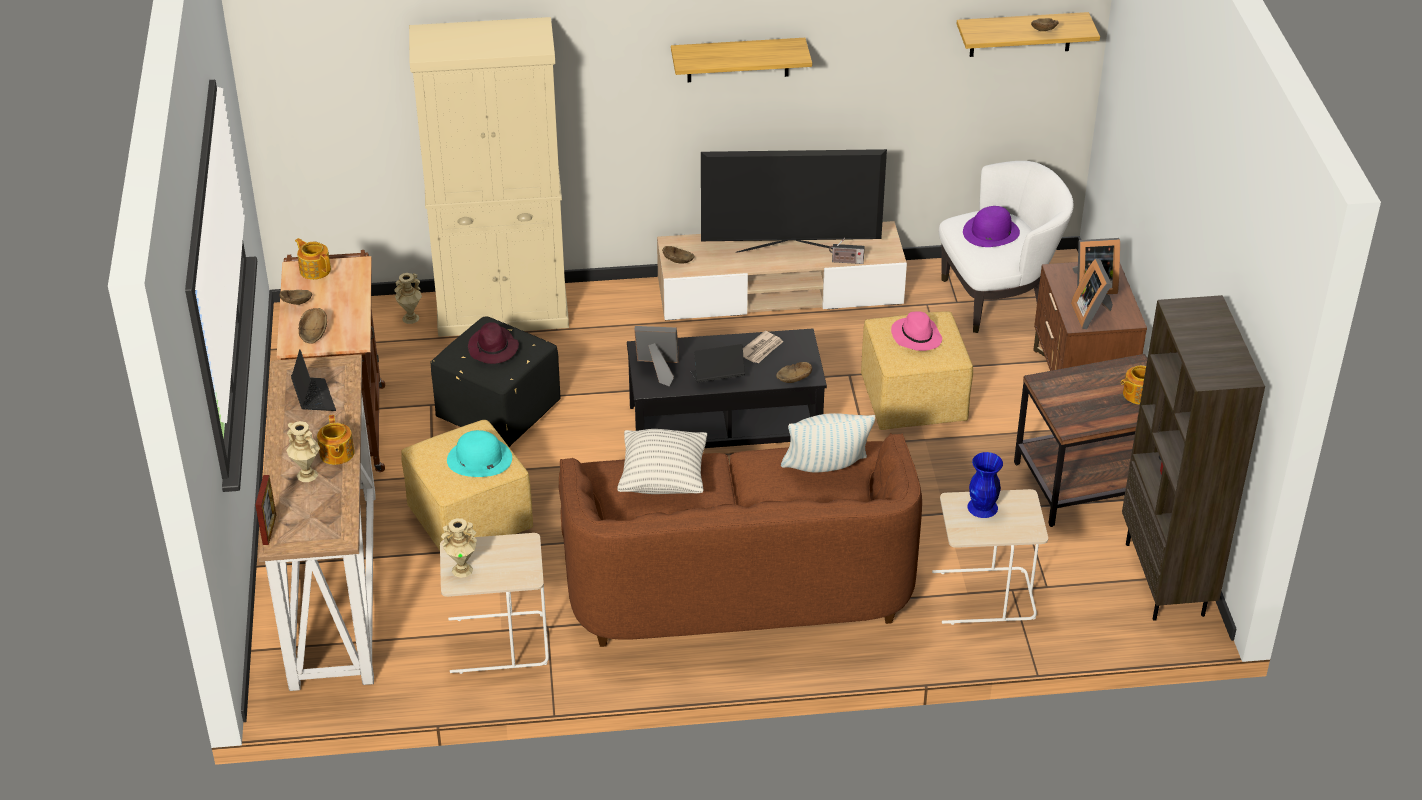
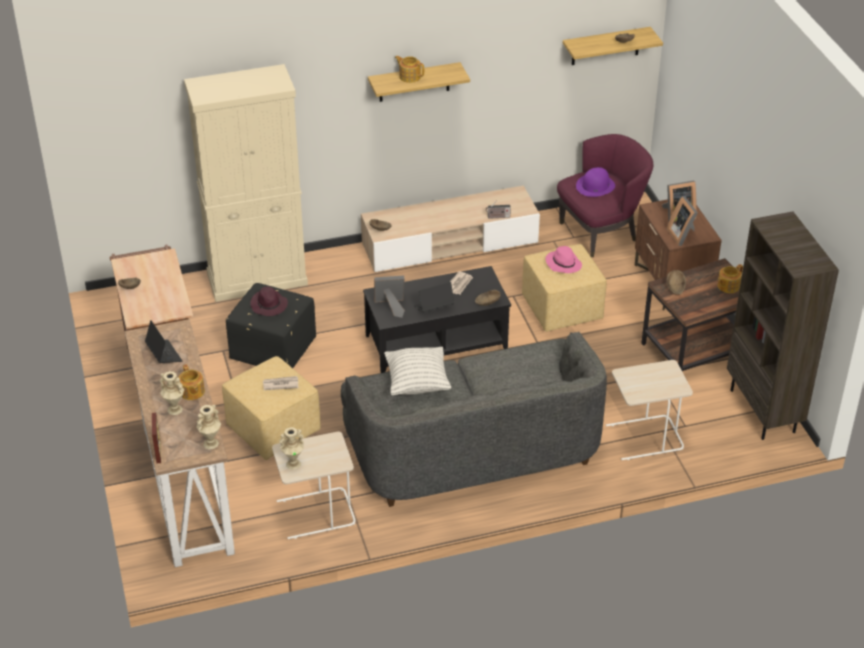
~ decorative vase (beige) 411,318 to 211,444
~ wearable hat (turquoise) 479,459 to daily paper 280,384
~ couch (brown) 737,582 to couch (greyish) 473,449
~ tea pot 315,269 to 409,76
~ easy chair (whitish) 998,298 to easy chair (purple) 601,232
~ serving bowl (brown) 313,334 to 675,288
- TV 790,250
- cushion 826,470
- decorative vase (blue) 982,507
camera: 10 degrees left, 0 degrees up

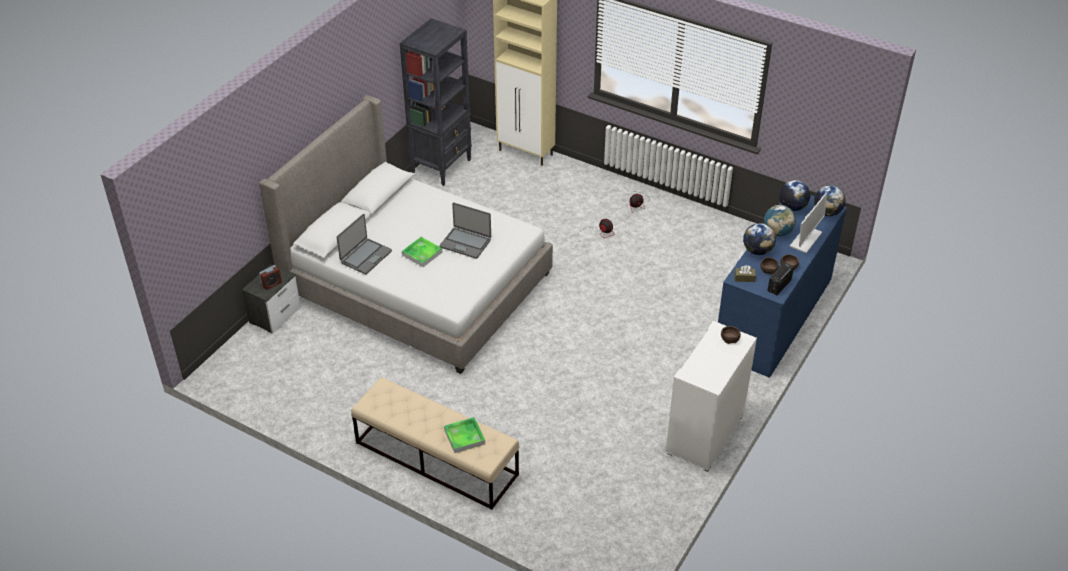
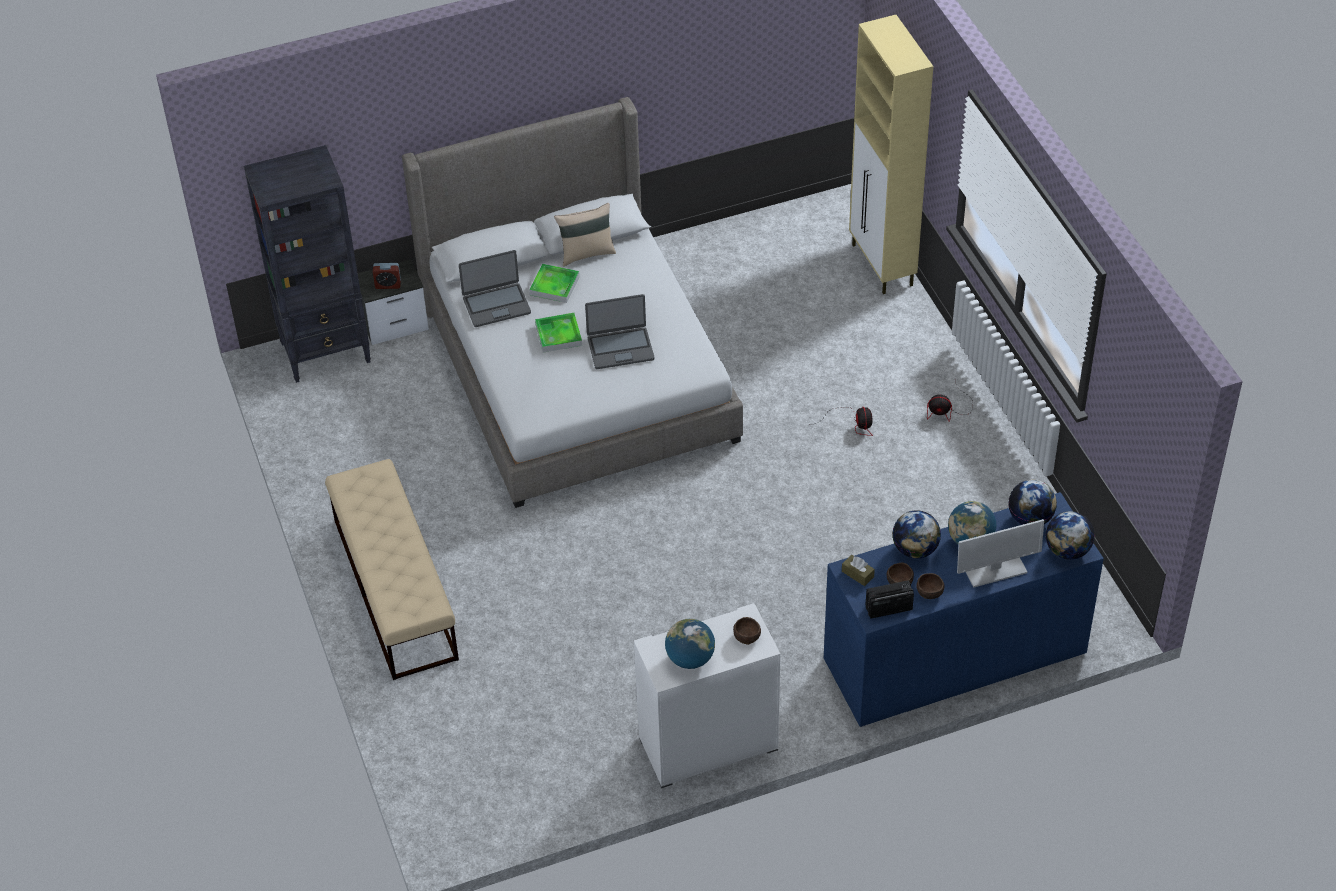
~ shelving unit (black-coloured) 442,166 to 326,352
~ tray 464,437 to 554,286
+ cushion (beige) 586,253
~ portable computer 465,243 = 620,348 75 degrees counterclockwise
+ desk globe 690,659
camera: 40 degrees right, 5 degrees up

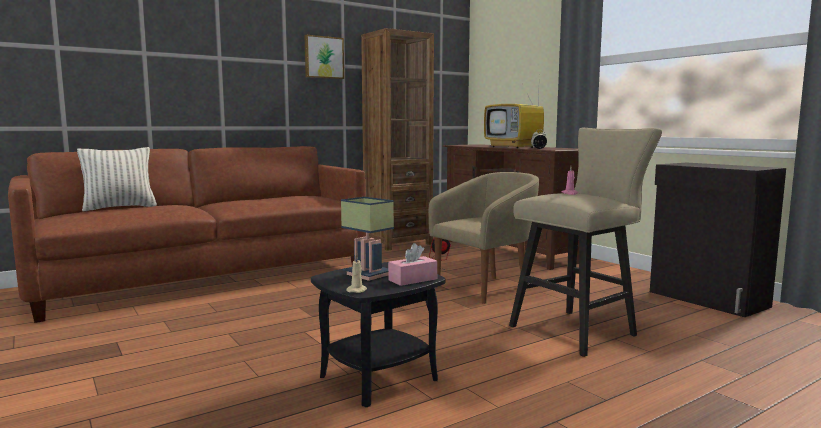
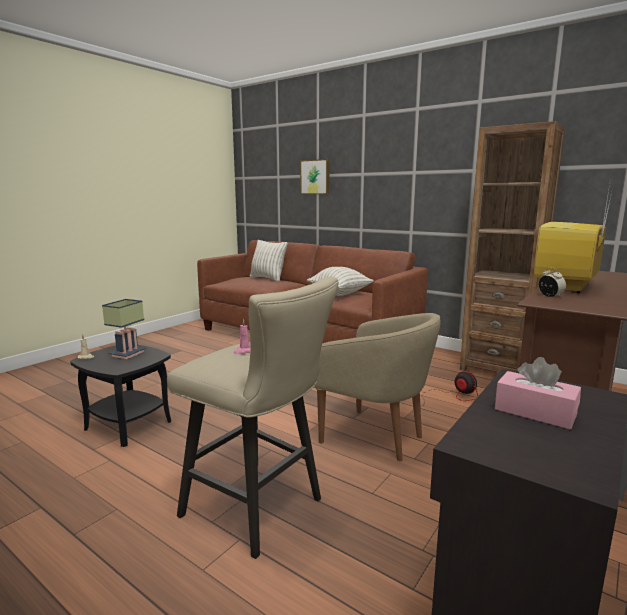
~ wall art 323,57 to 315,177
+ cushion 339,294
~ tissue box (pink) 412,279 to 535,412
camera: 70 degrees right, 5 degrees up

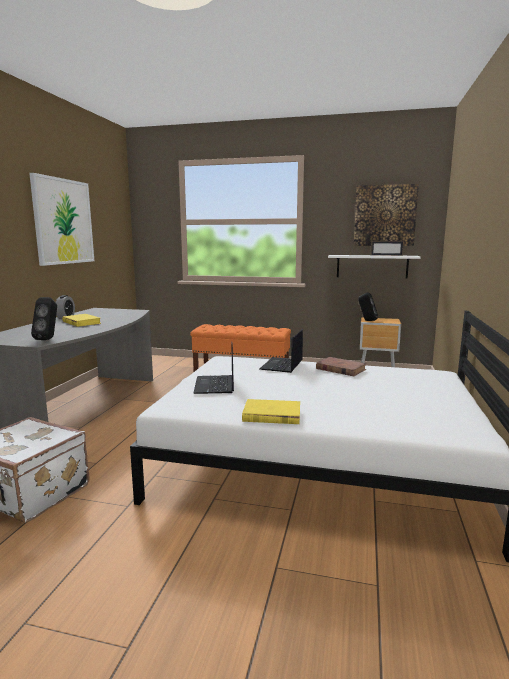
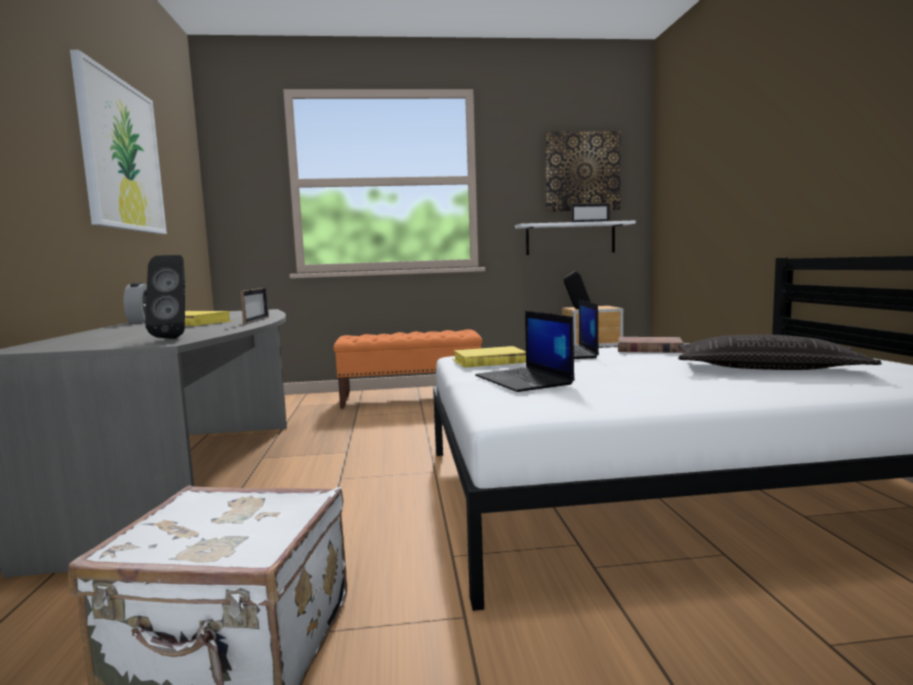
+ photo frame 256,321
~ bound book (yellow-coloured) 271,415 to 489,361
+ cushion 766,368
camera: 20 degrees left, 5 degrees down

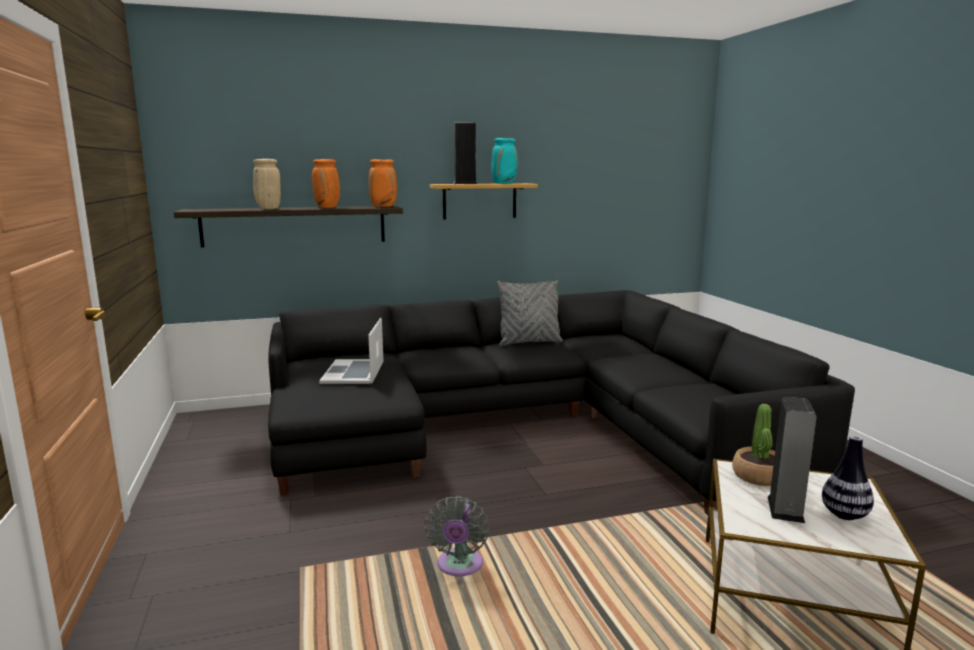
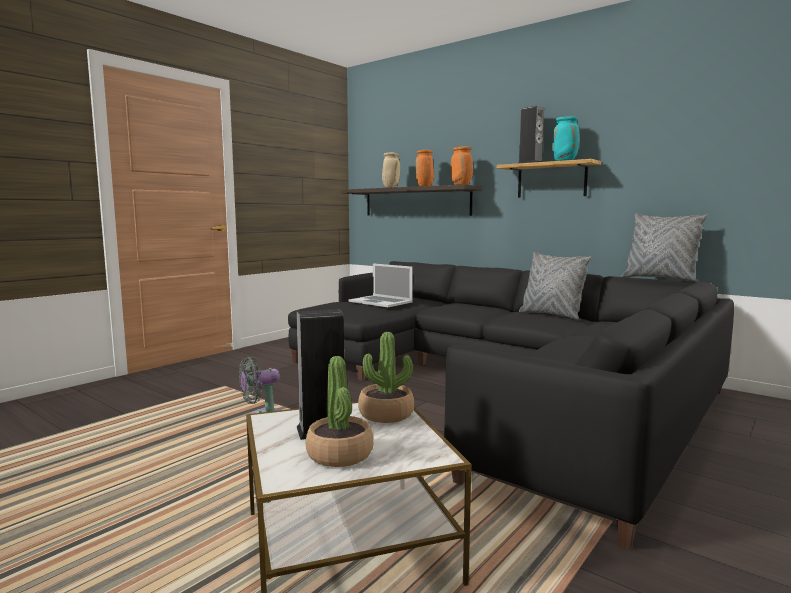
~ decorative vase 844,515 to houseplant 340,454
~ portable computer 354,372 = 380,302 105 degrees counterclockwise
+ cushion (greyish) 659,279
camera: 55 degrees right, 5 degrees down

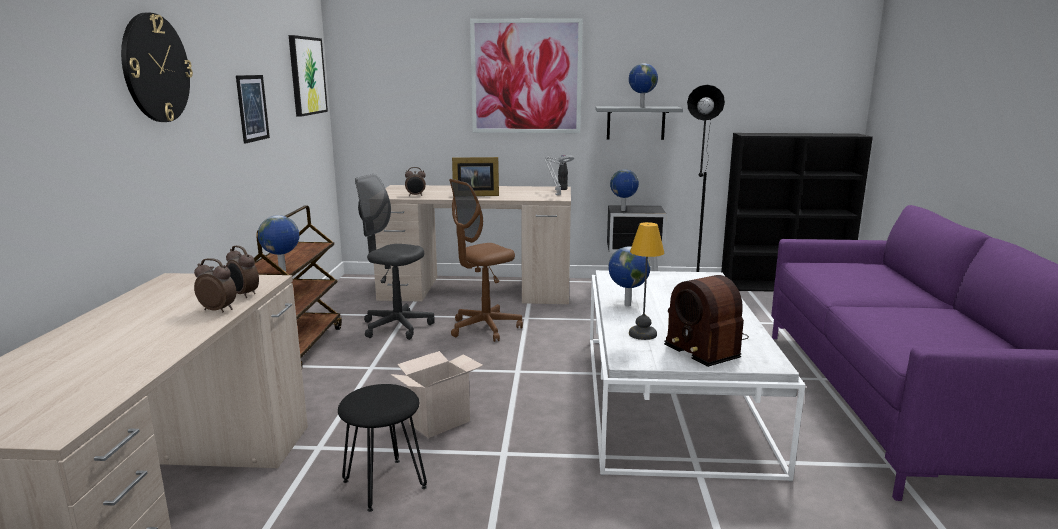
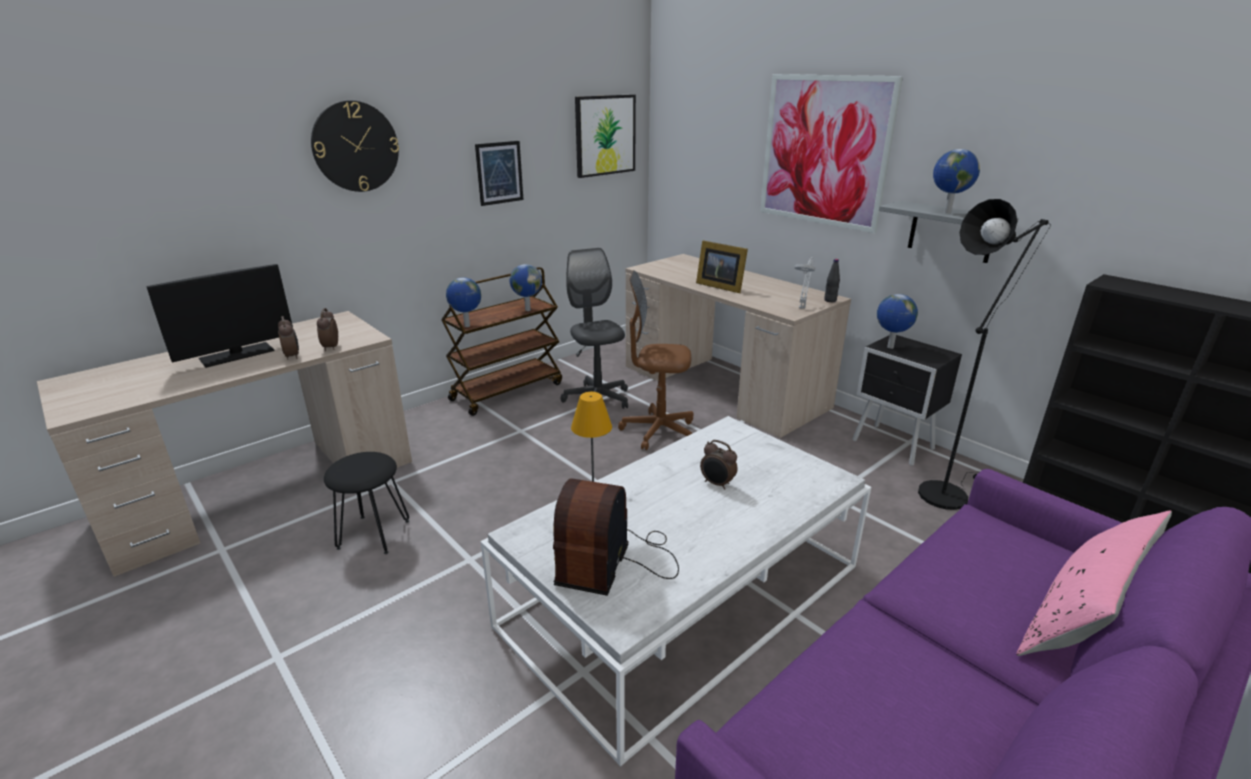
+ computer display 237,354
~ desk globe 626,305 to 527,310
~ table clock 416,195 to 717,484
+ cushion (pink) 1082,615
- carton 440,421
camera: 45 degrees right, 10 degrees up

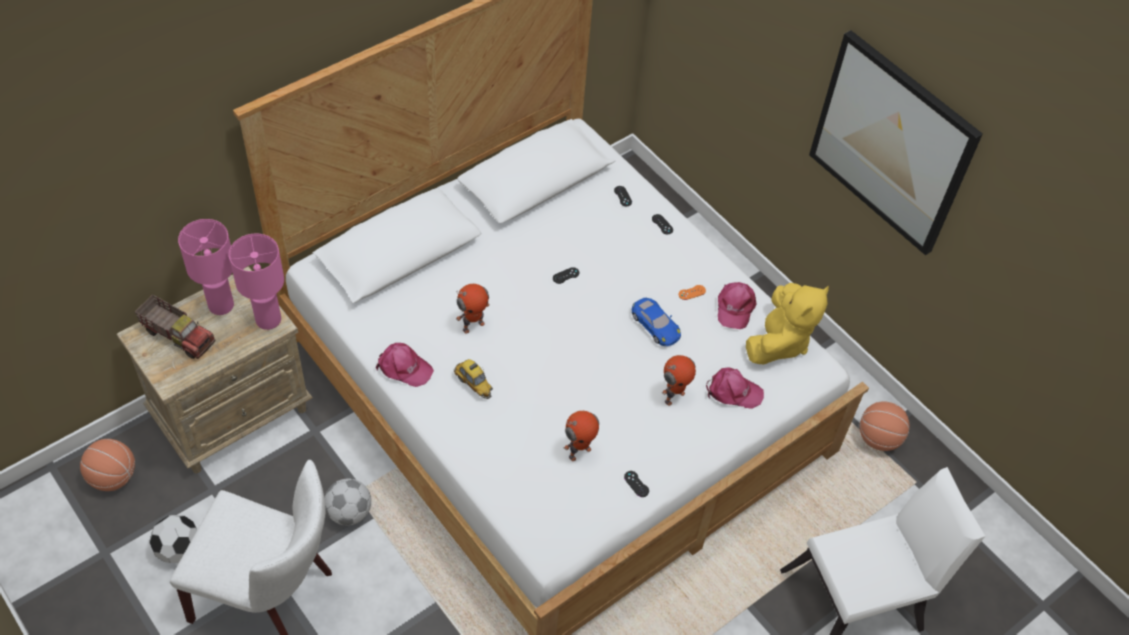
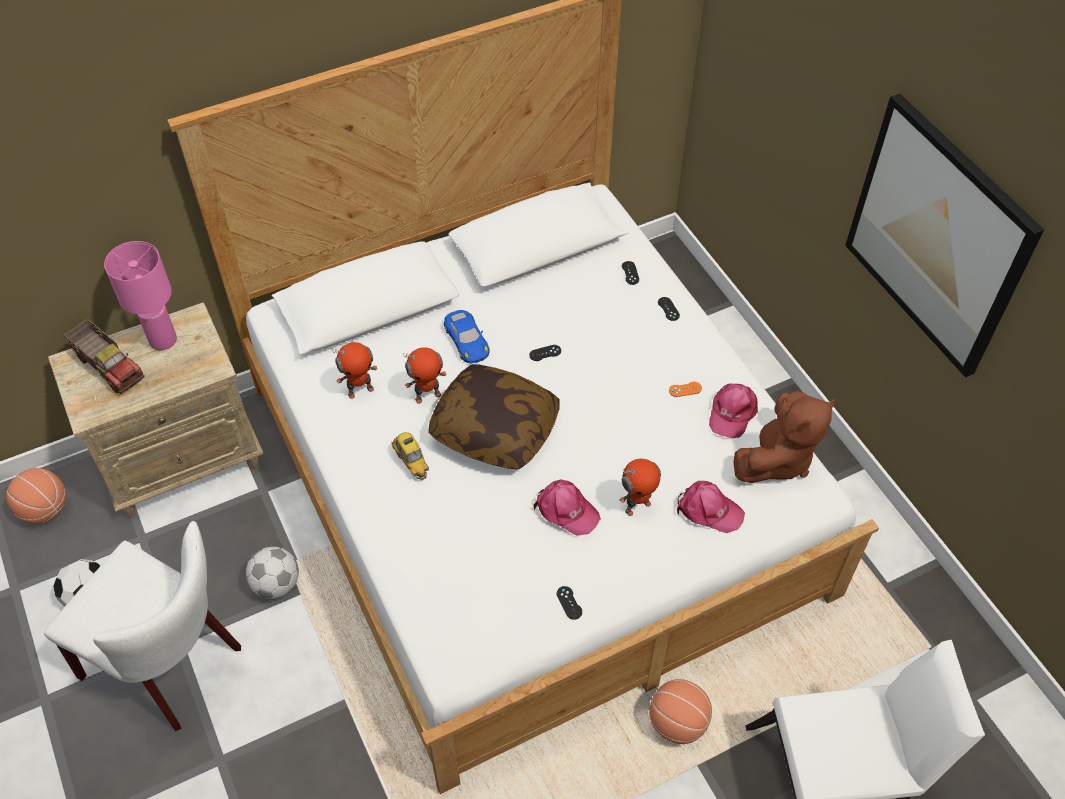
~ toy robot 579,451 to 360,390
+ cushion 495,429
~ toy car (blue) 655,325 to 466,340
~ baseball cap (pink) 404,368 to 566,510
~ basketball 878,438 to 677,723
~ plush toy (yellow-coloured) 779,342 to plush toy (brown) 776,459
- lamp for a table (pink) 269,320
camera: 15 degrees right, 0 degrees up

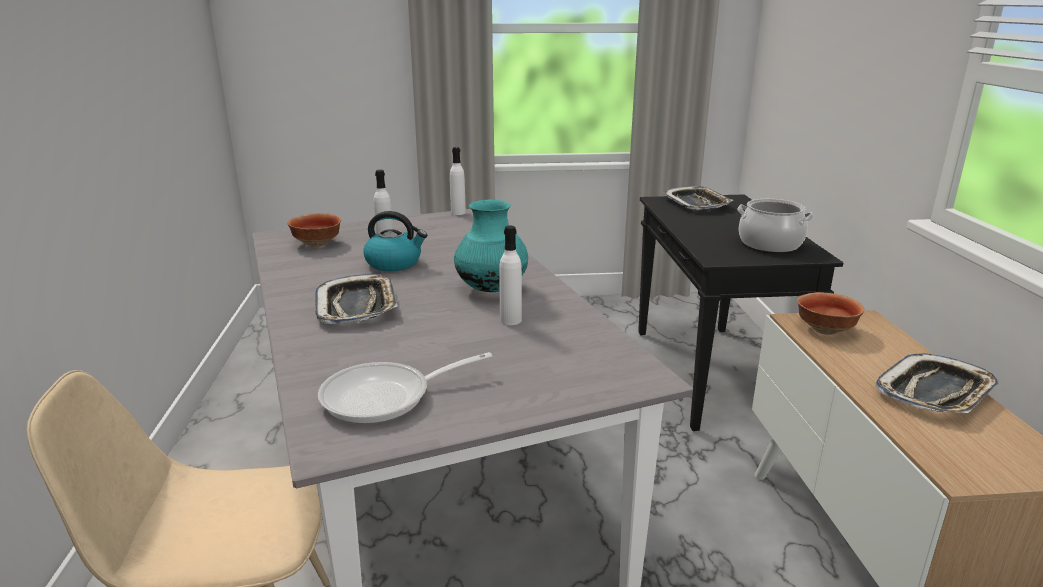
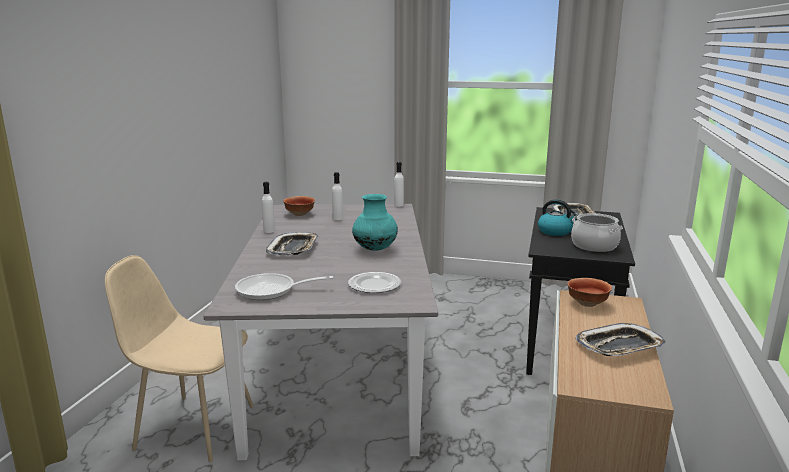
~ drink bottle (whitish) 510,320 to 269,231
+ dinner plate 375,285
~ tea kettle 394,263 to 555,231
camera: 20 degrees right, 5 degrees down

